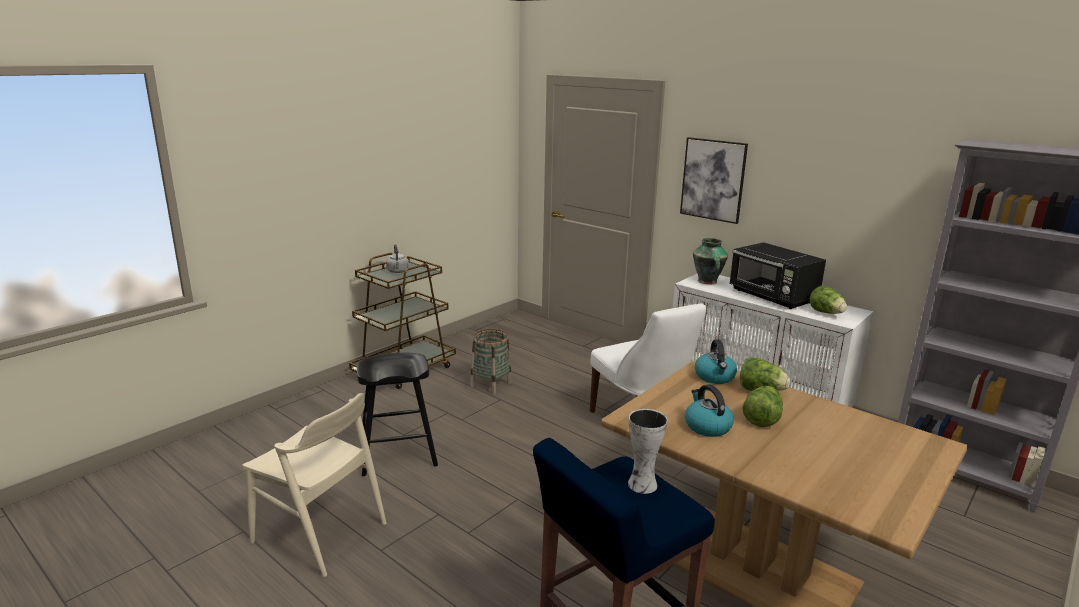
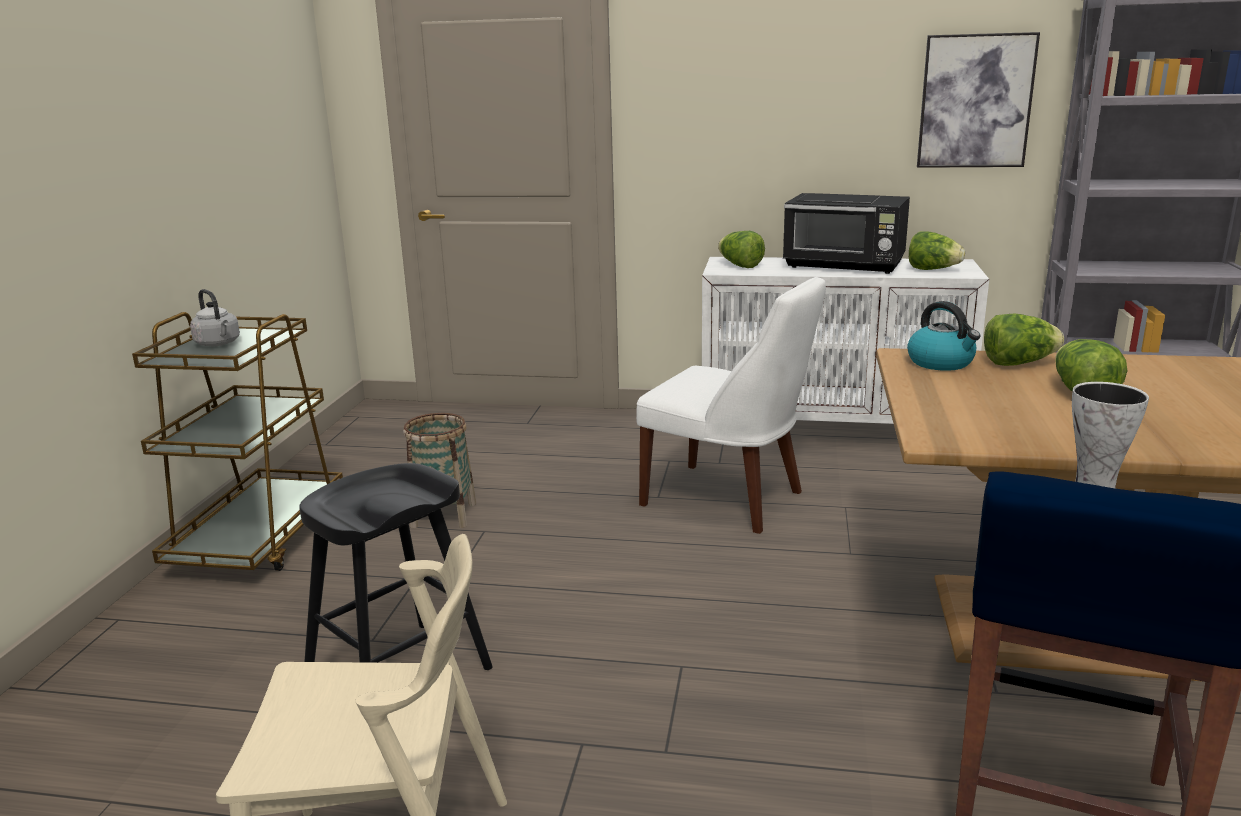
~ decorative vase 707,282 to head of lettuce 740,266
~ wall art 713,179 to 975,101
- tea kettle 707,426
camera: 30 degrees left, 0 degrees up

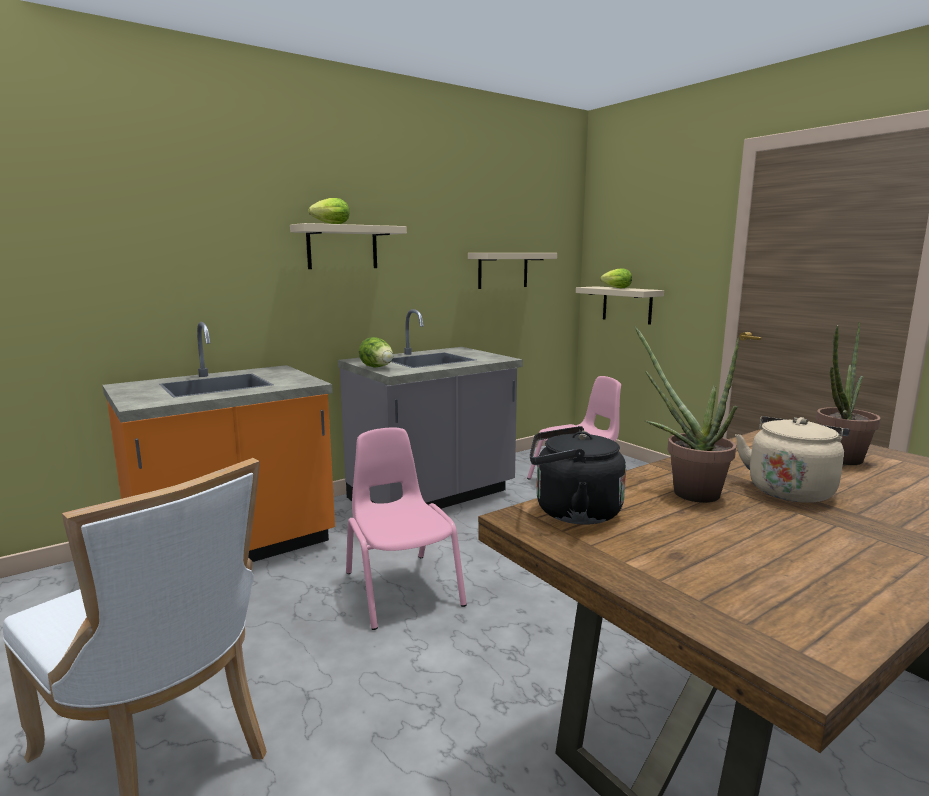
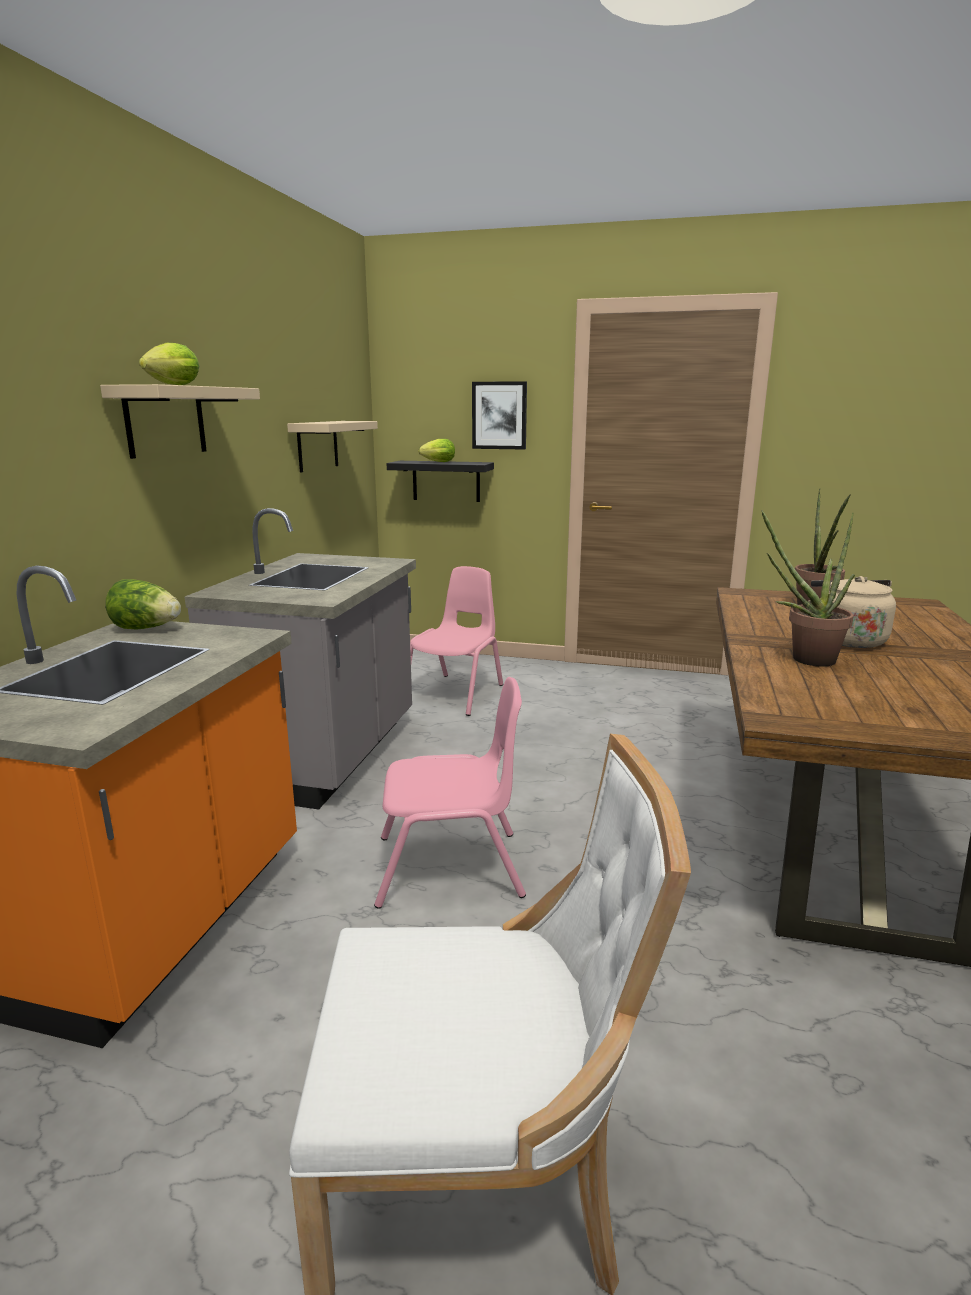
~ head of lettuce 378,367 to 147,628
~ upright chair (pink) 402,588 = 450,868 150 degrees clockwise
~ shelf (beige) 627,305 to shelf (black-coloured) 446,481
+ wall art 499,415
- tea kettle (black-coloured) 571,512
camera: 40 degrees left, 5 degrees up

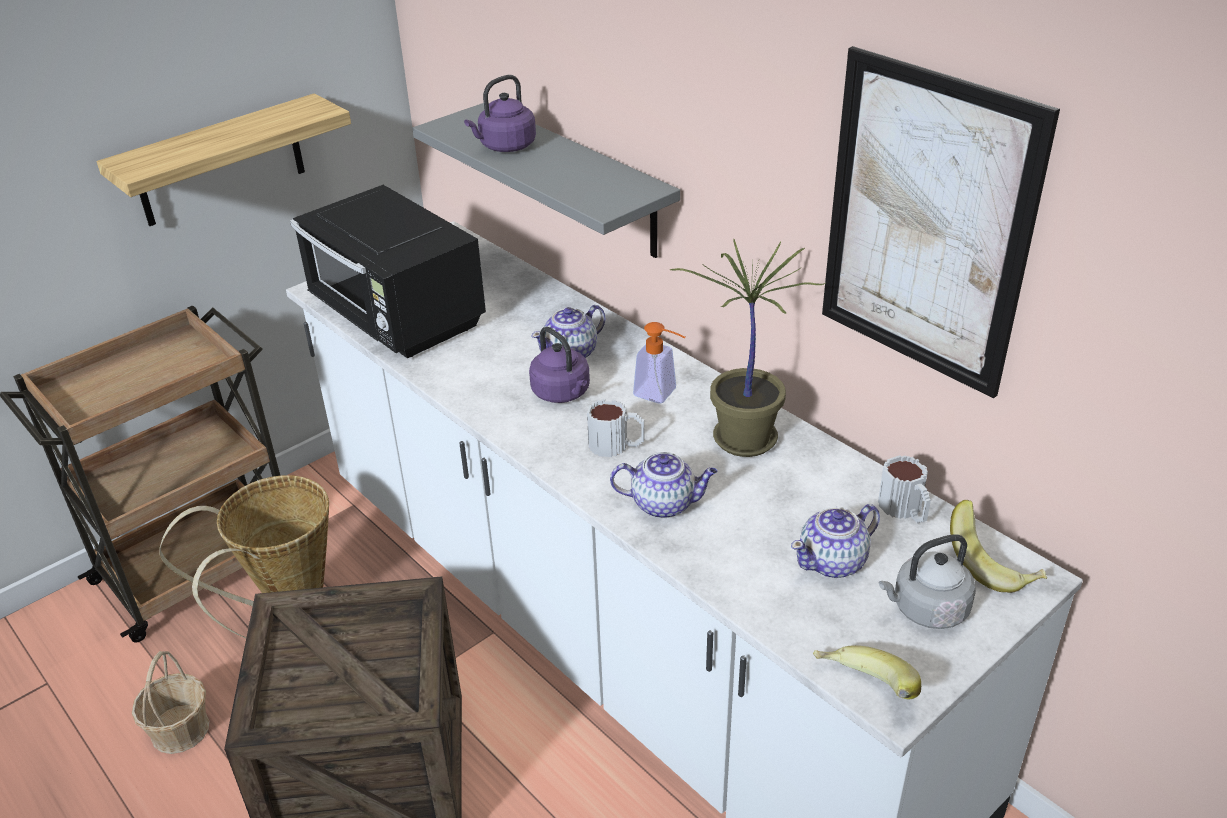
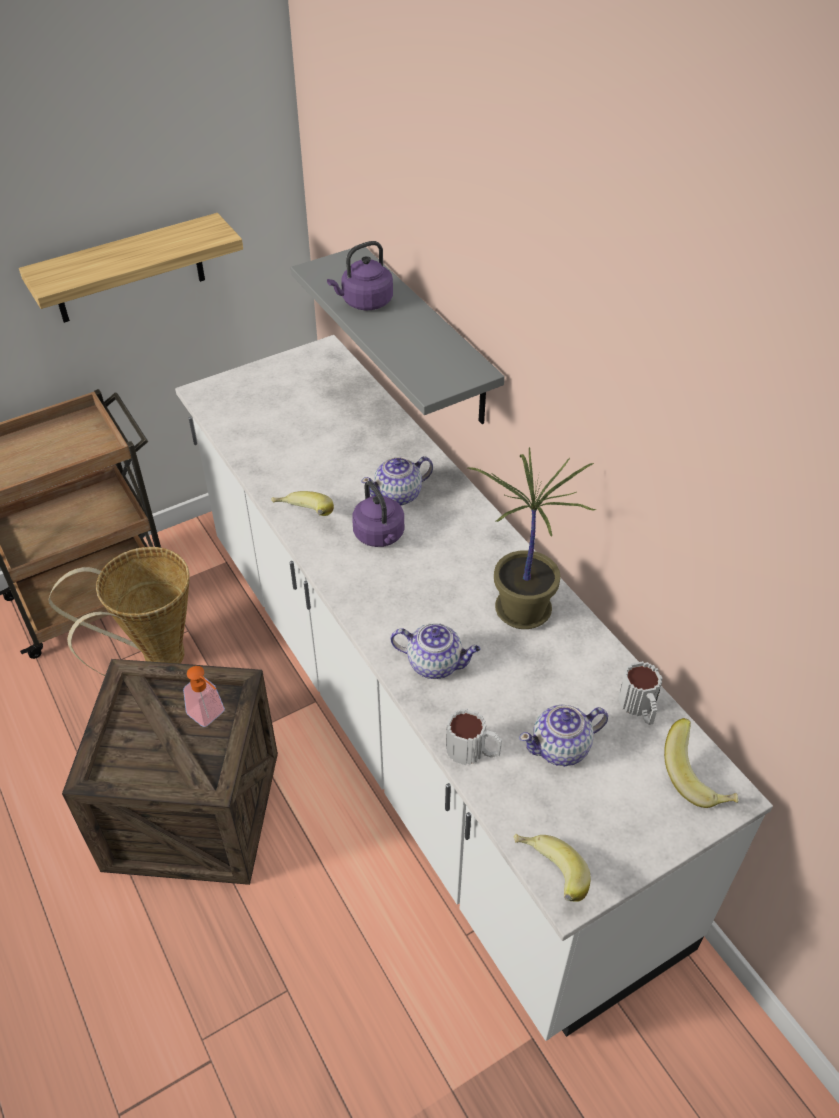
~ soap bottle 661,394 to 210,716
+ banana fruit 303,518
~ mug 617,445 to 473,751
- basket 180,729
- kitchen microwave (black-coloured) 397,317
- wall art 926,224
- tea kettle (greyish) 926,609
camera: 10 degrees right, 10 degrees up

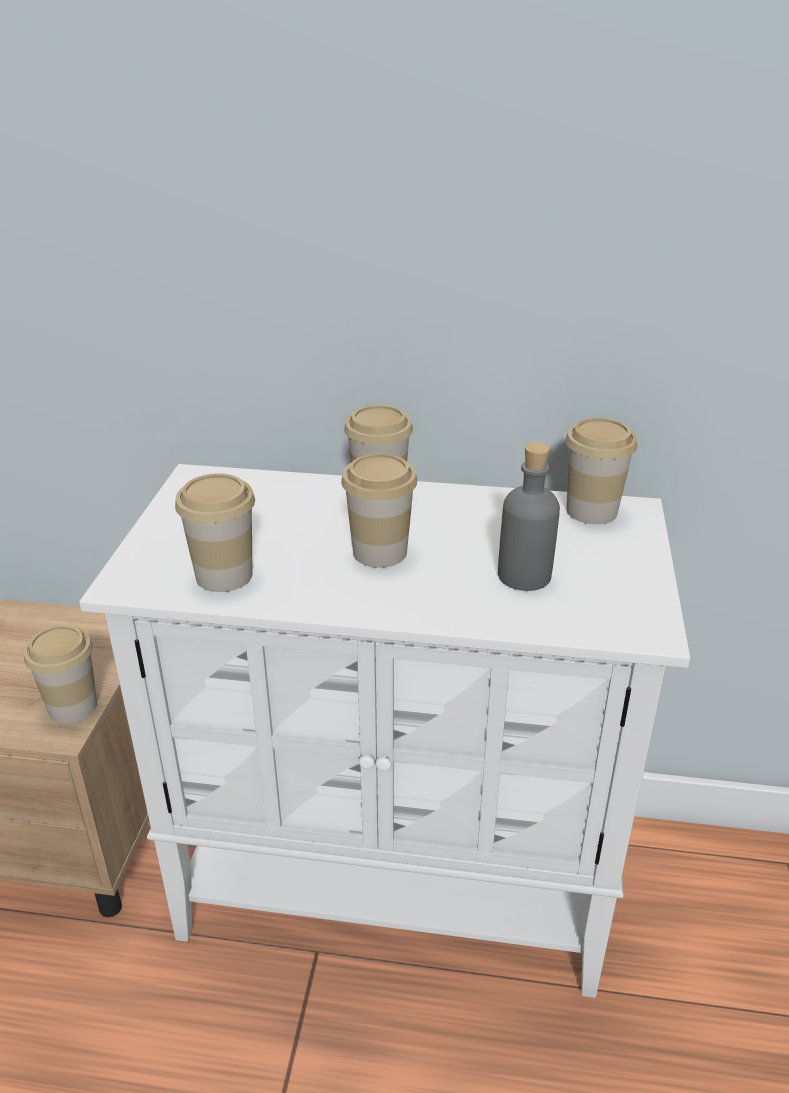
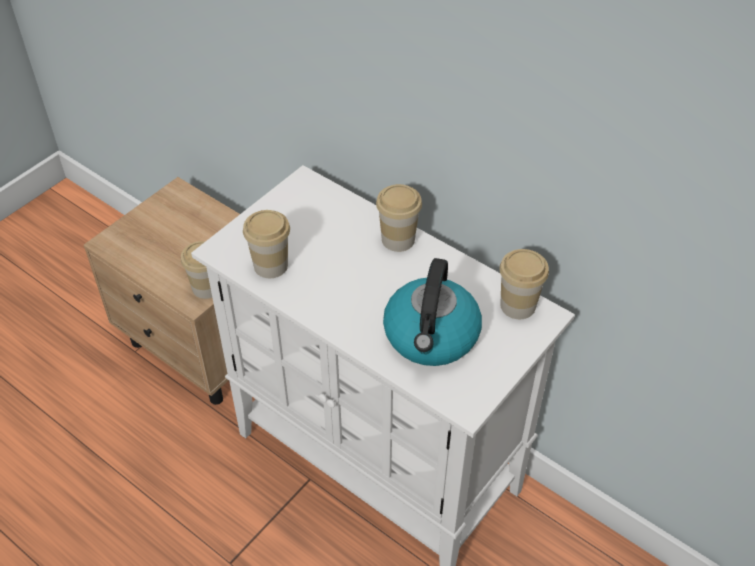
~ drink bottle (greyish) 524,575 to tea kettle 431,337
- cup 380,552
camera: 30 degrees right, 15 degrees up

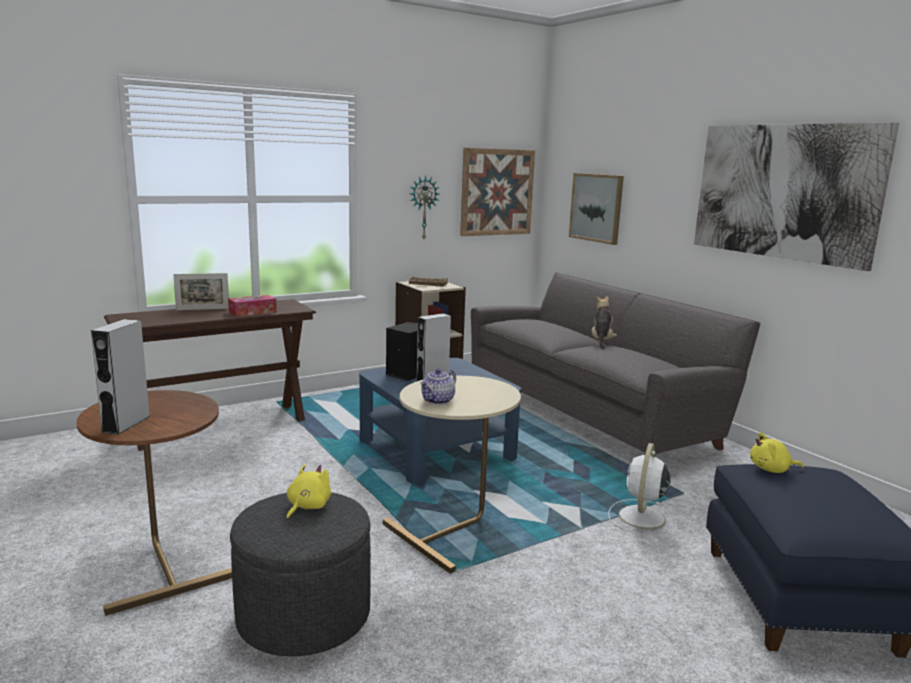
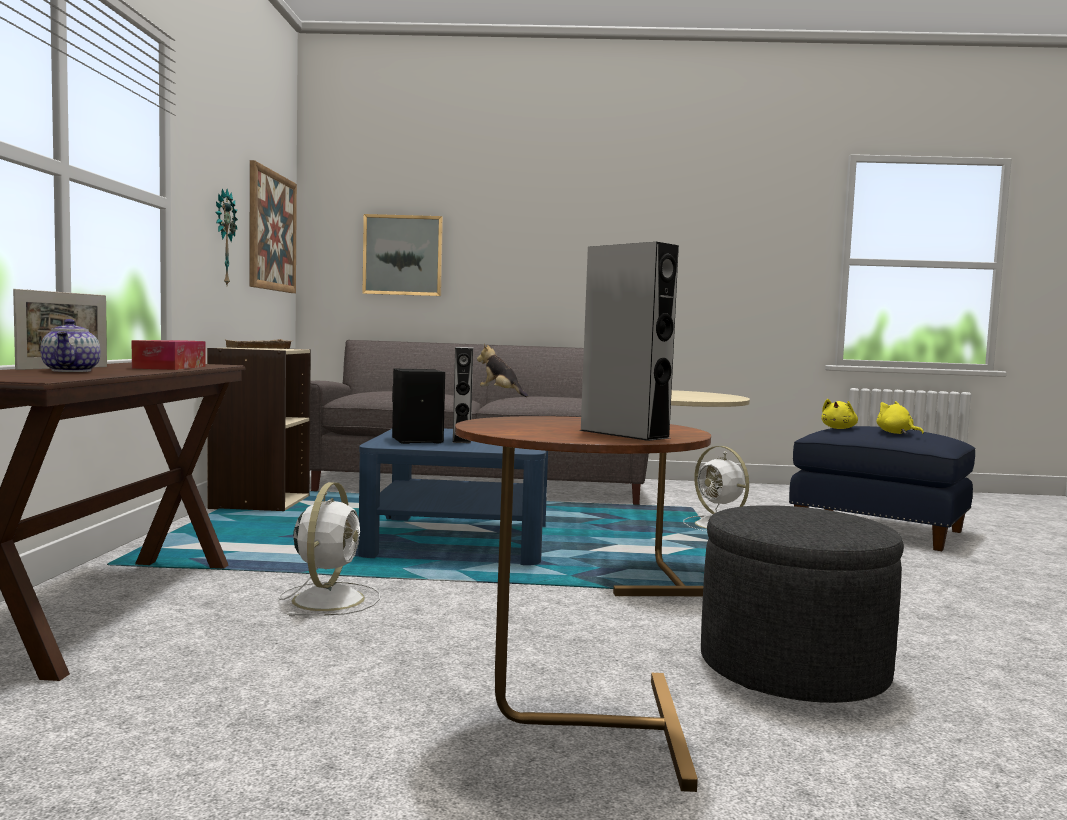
~ tea pot 438,401 to 72,371
+ electric fan (whitish) 329,598
~ plush toy (yellow-coloured) 307,506 to 896,433
- wall art 784,191
camera: 55 degrees left, 10 degrees down

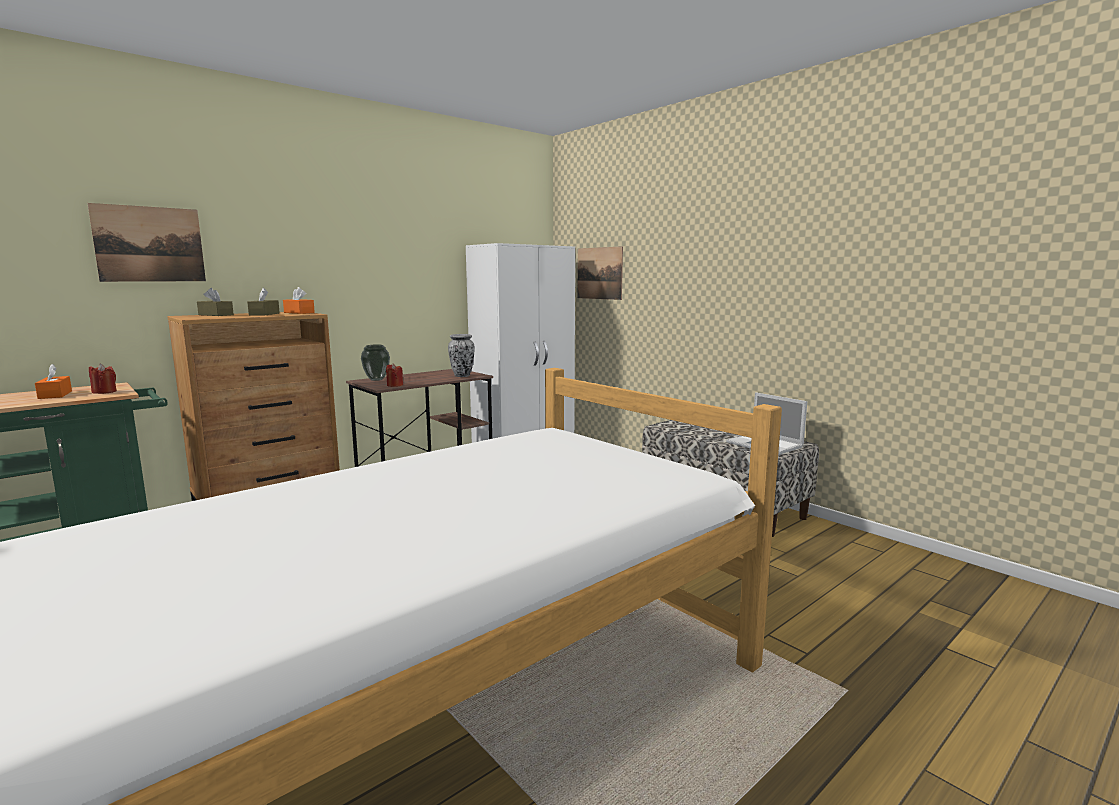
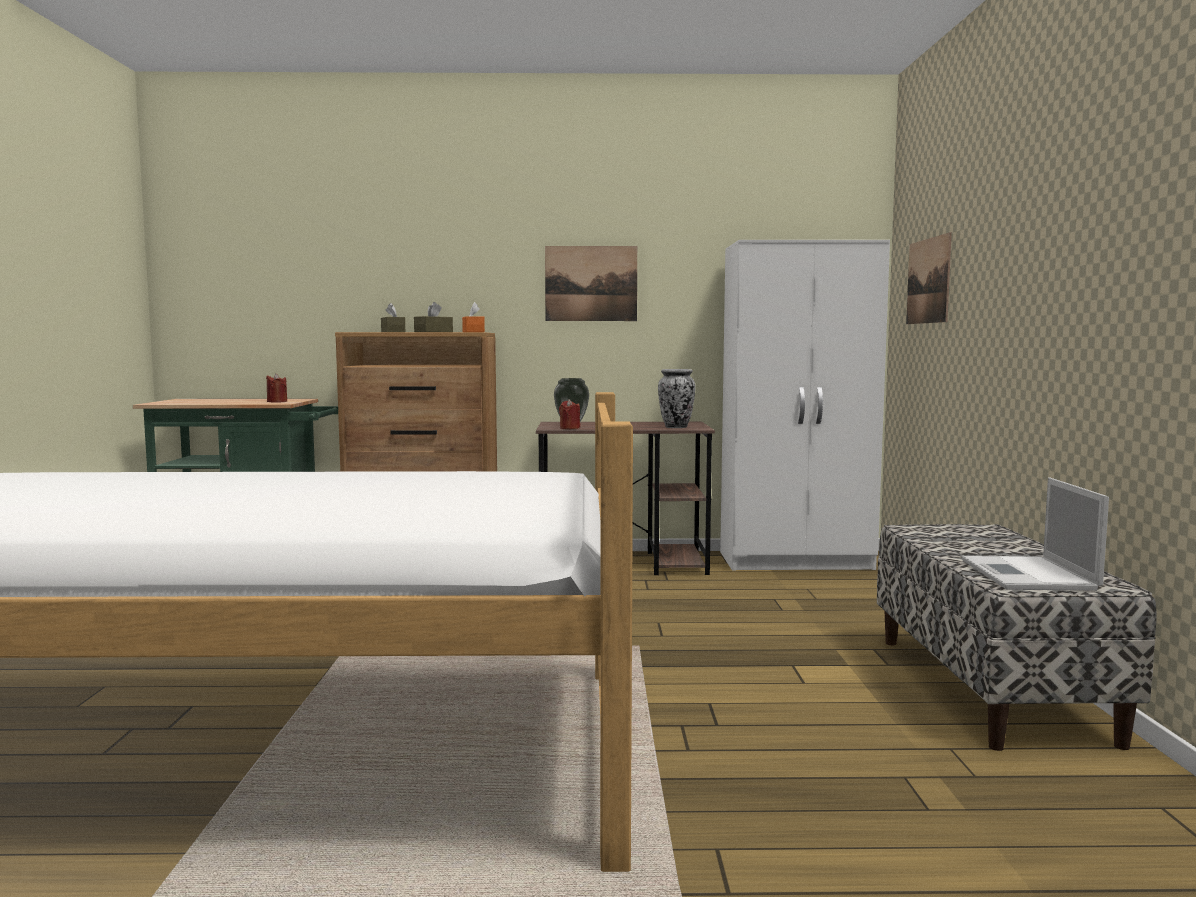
~ wall art 150,244 to 591,283
- tissue box (orange-coloured) 55,395
camera: 40 degrees right, 5 degrees down

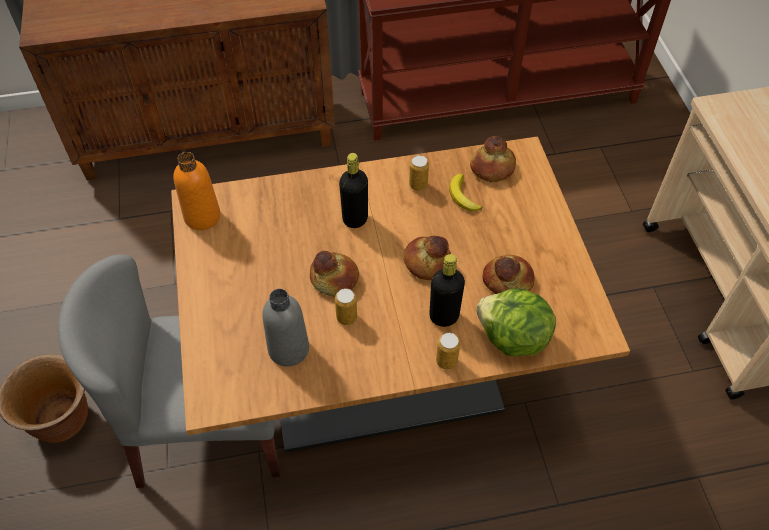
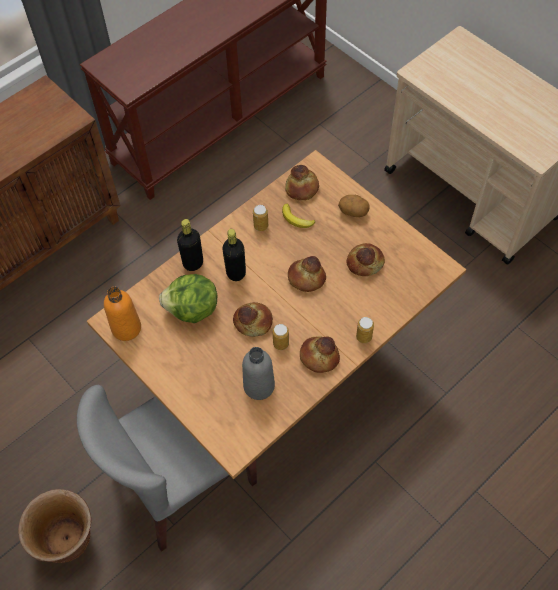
~ head of lettuce 512,339 to 192,310
~ drink bottle (black-coloured) 444,316 to 193,263
+ bread 319,357
+ whole potato 353,212
camera: 30 degrees left, 5 degrees up

